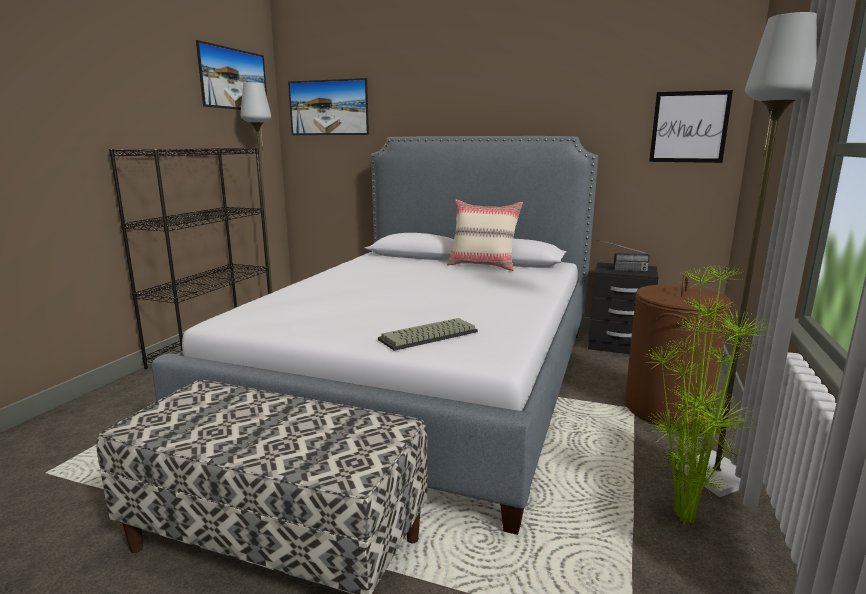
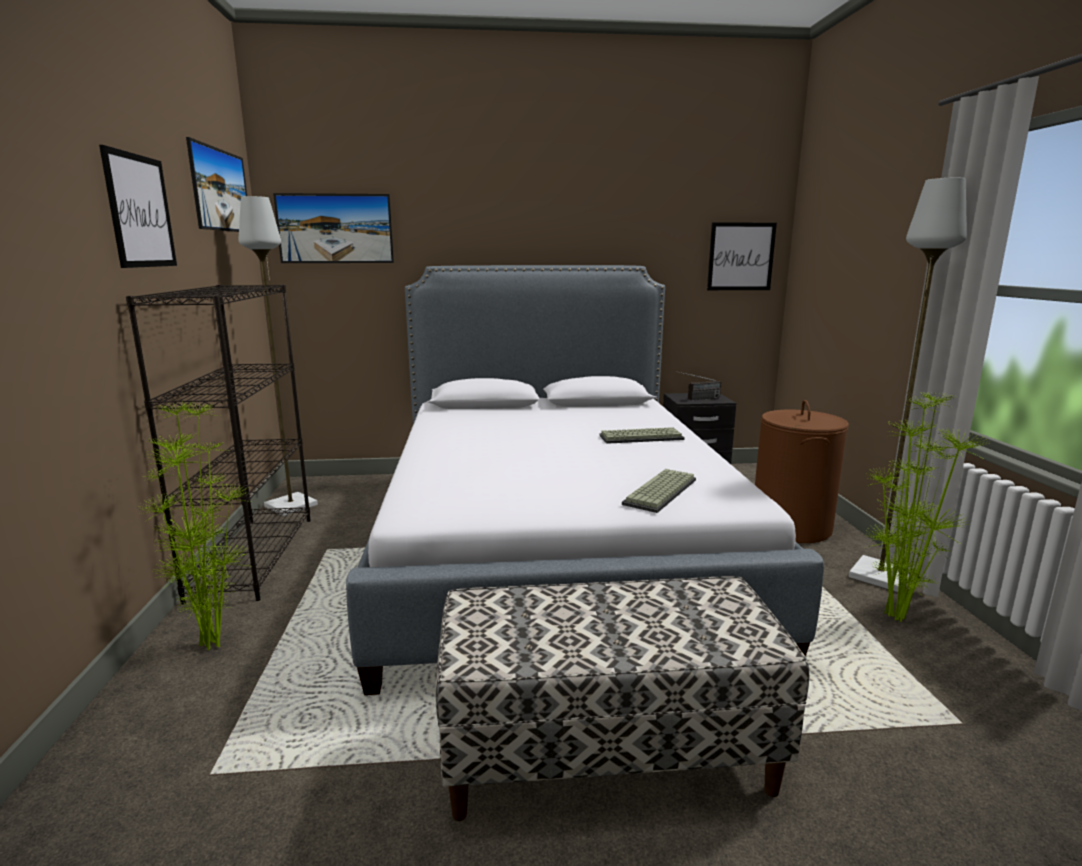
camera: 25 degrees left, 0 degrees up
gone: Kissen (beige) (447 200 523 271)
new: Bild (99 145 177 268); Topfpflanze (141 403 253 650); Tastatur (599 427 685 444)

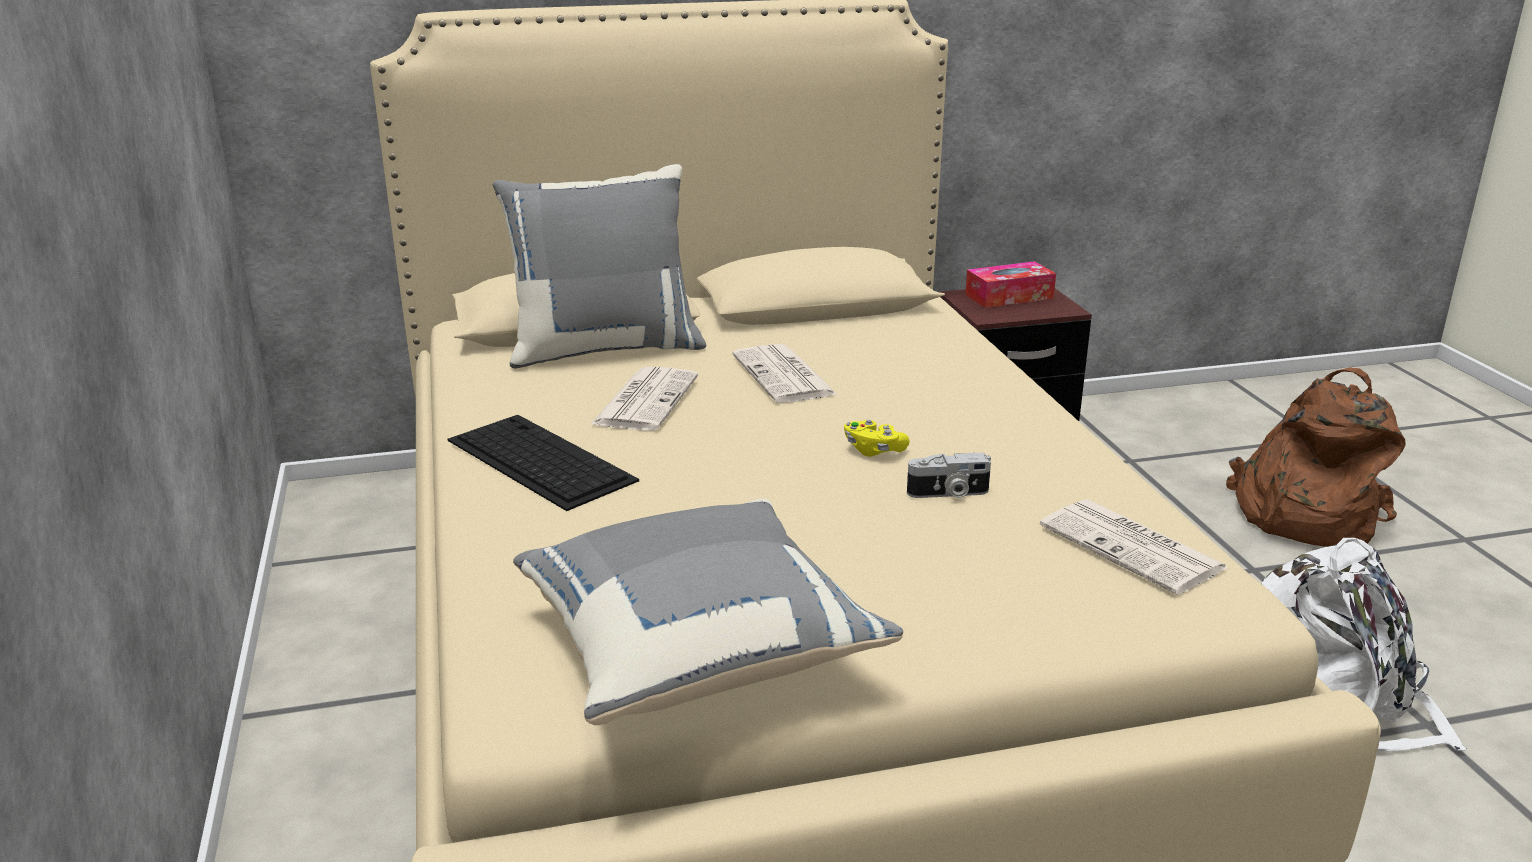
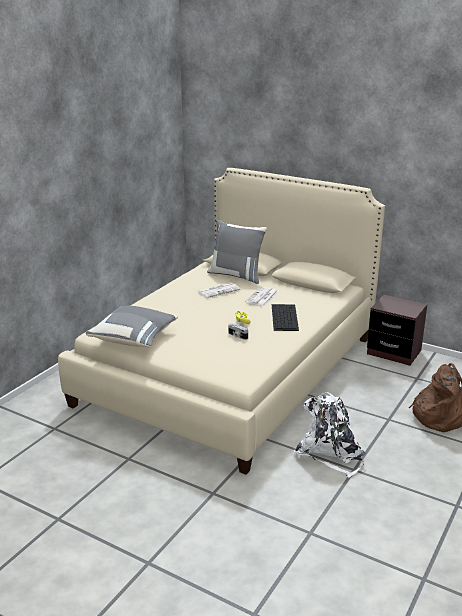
camera: 45 degrees right, 0 degrees up
gone: Taschentuchbox (965 261 1056 308); Zeitung (1040 499 1228 595)
shifted: Tastatur (448 415 639 511) to (272 304 299 331)

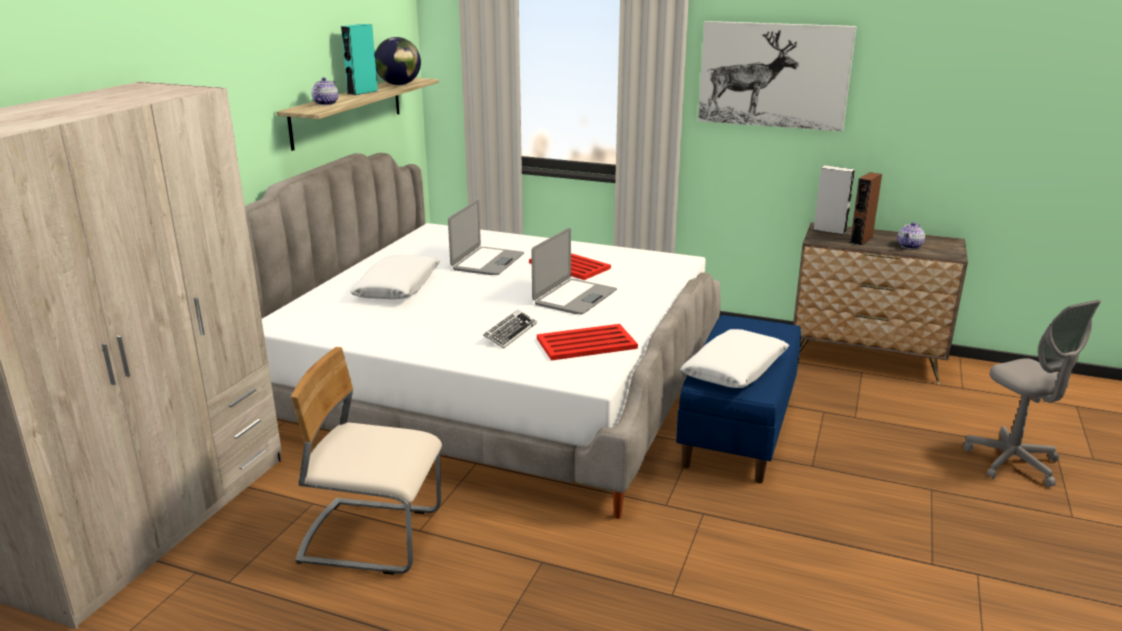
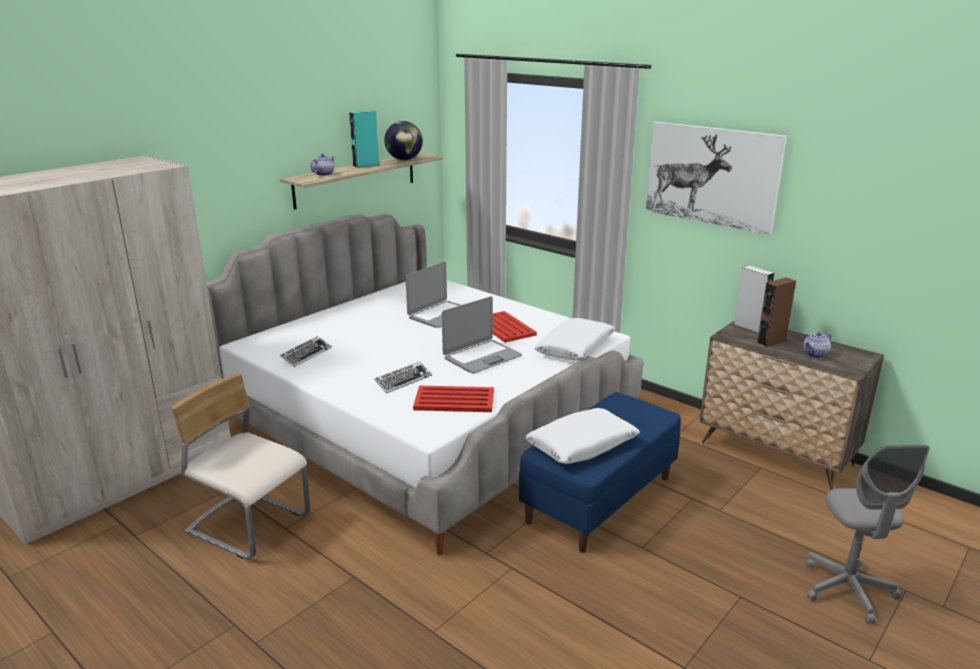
camera: 20 degrees right, 0 degrees up
new: Tastatur (280 336 332 367)
shifted: Kissen (weiß) (350 254 440 299) to (534 318 616 360)

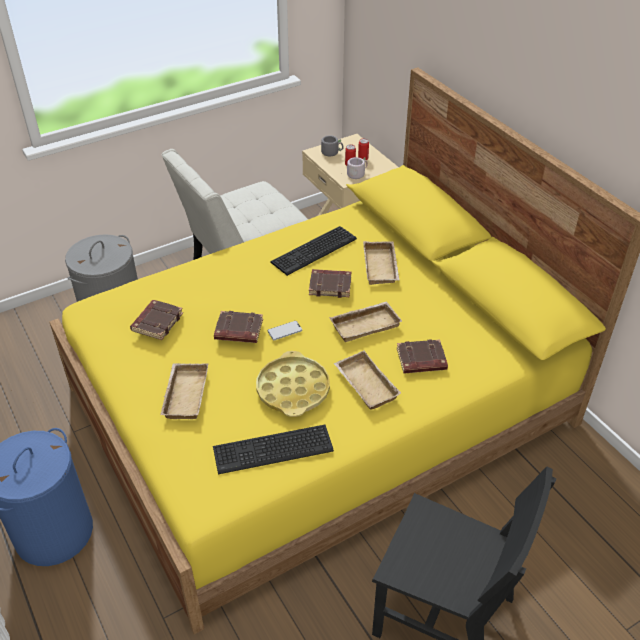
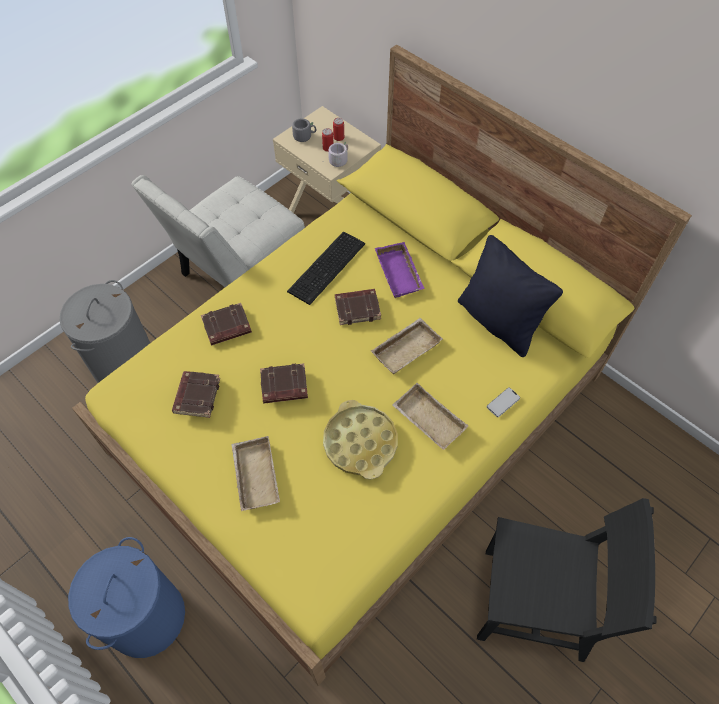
camera: 15 degrees left, 15 degrees up
gone: Tastatur (213 425 334 474)
new: Kissen (schwarz) (458 235 563 357)
shifted: Buch (braun) (397 339 448 374) to (201 303 252 345); Handy (268 321 302 340) to (487 387 520 417)
repainted: Tablett (beige) (363 241 399 285) to Tablett (lila) (375 242 425 298)

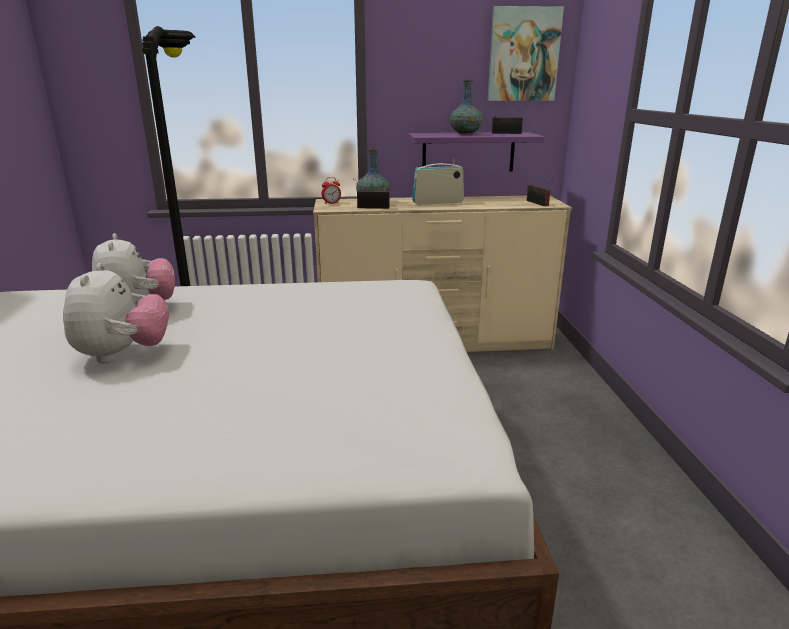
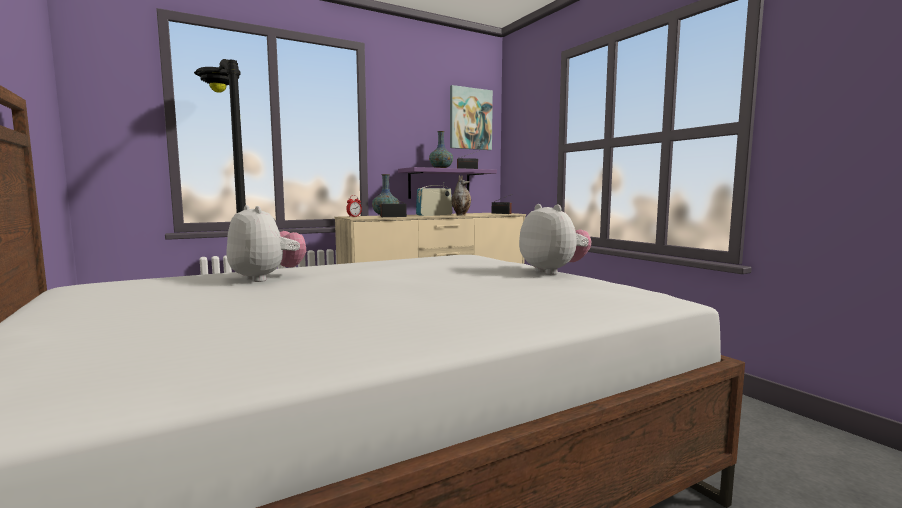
camera: 25 degrees left, 15 degrees down
new: Vase (451 175 471 216)
shifted: Plüschtier (63 263 169 363) to (519 204 591 275)

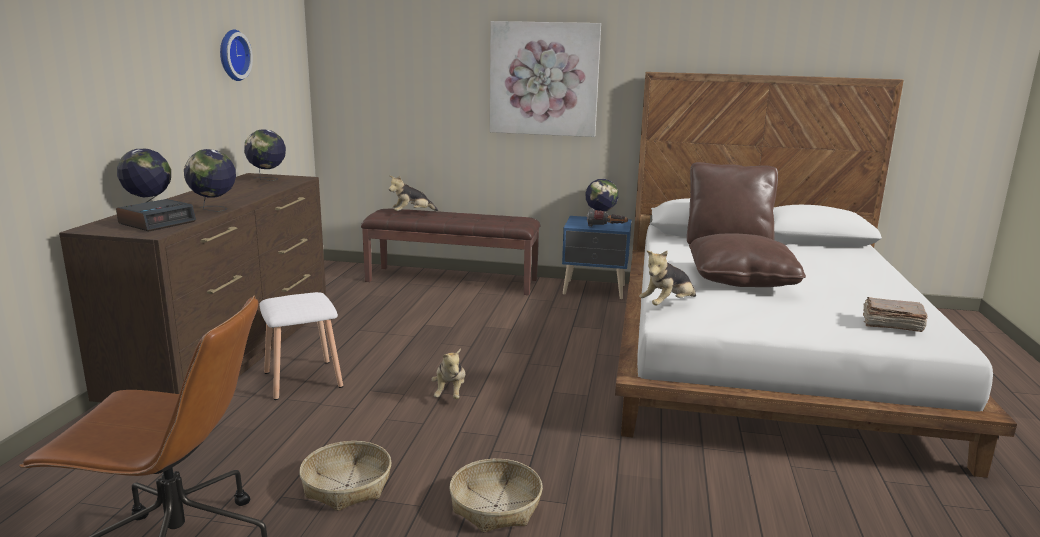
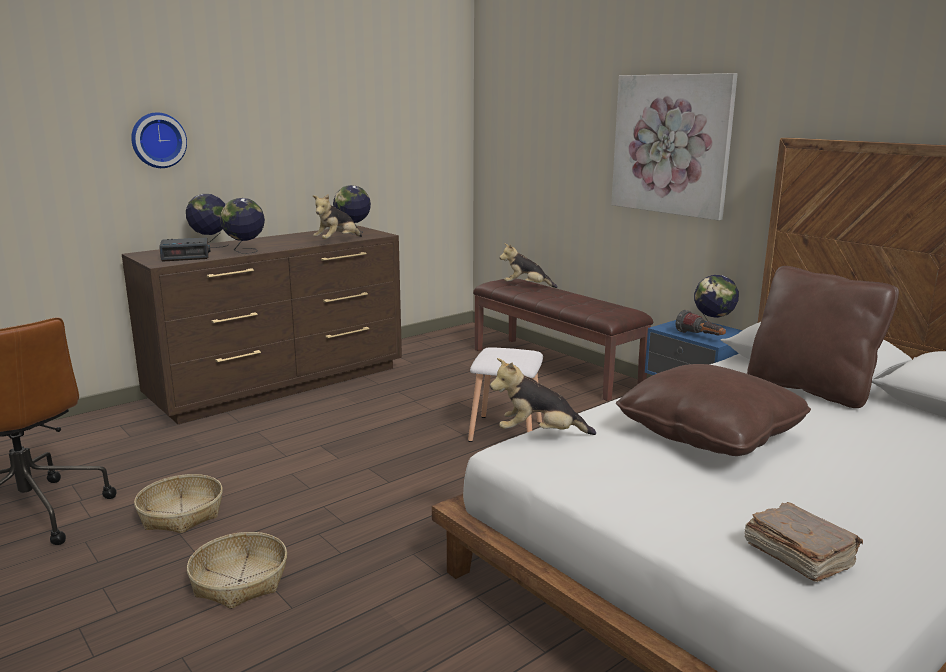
camera: 40 degrees right, 0 degrees up
shifted: Wanduhr (220 29 253 81) to (131 112 187 168); Plüschtier (432 348 465 399) to (313 194 362 239); Hocker (weiß) (259 292 343 400) to (468 347 543 442)

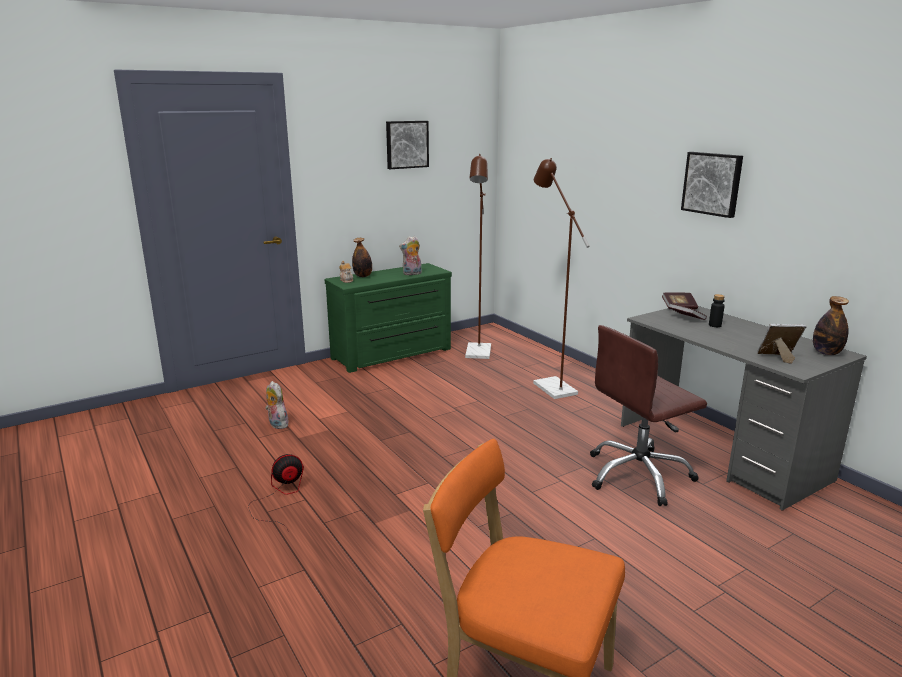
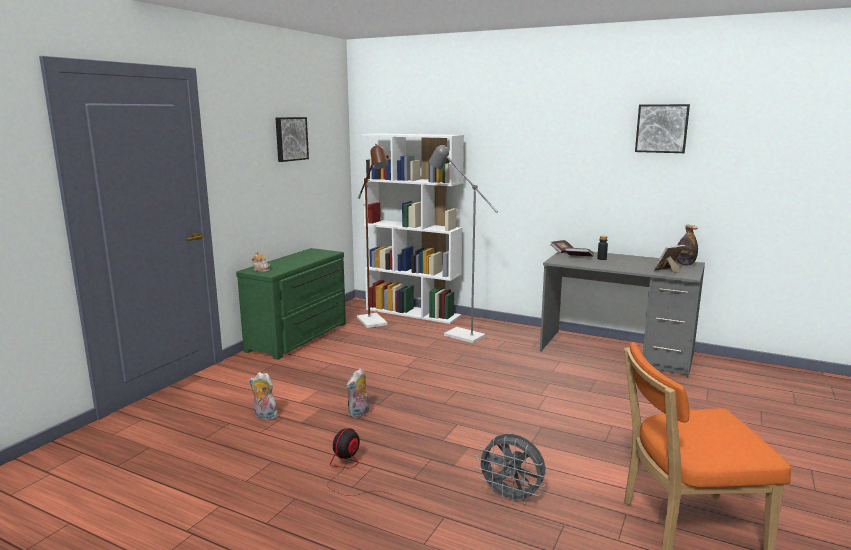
camera: 30 degrees left, 5 degrees down
gone: Flasche (352 238 372 277); Bürostuhl (braun) (590 325 707 506)
new: Bücherregal (weiß) (361 133 464 324); Ventilator (grau) (476 434 546 504)
shifted: Plüschtier (399 236 422 275) to (346 368 369 418); Bild (681 152 743 218) to (635 104 690 153)
repainted: Stehlampe (braun) (533 158 590 399) to Stehlampe (grau) (429 144 498 343)

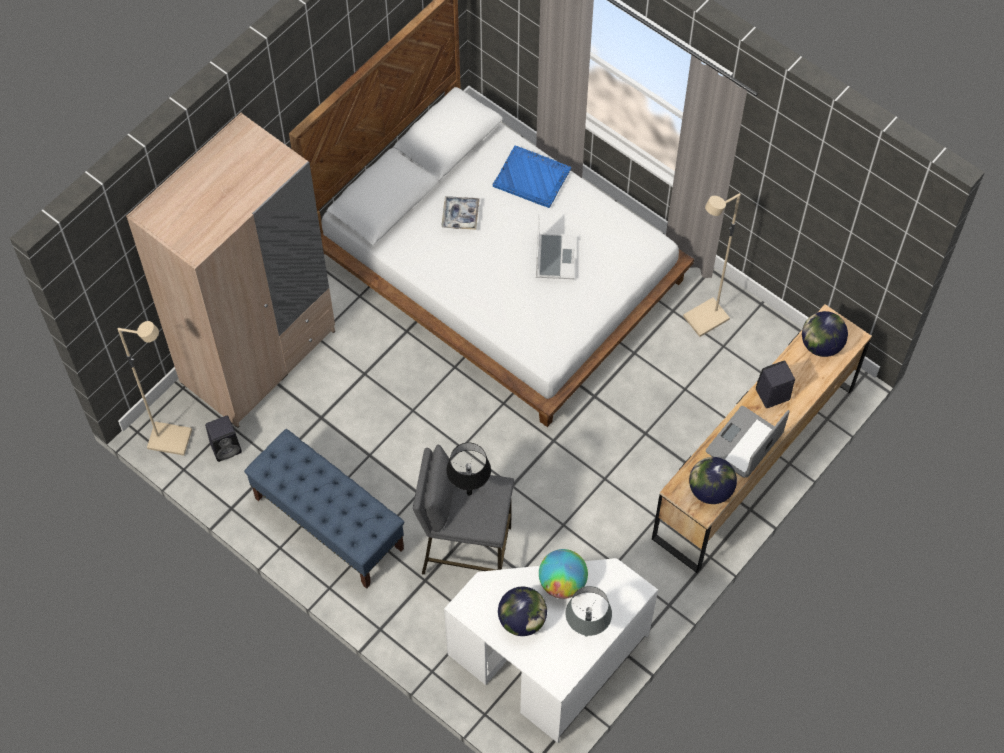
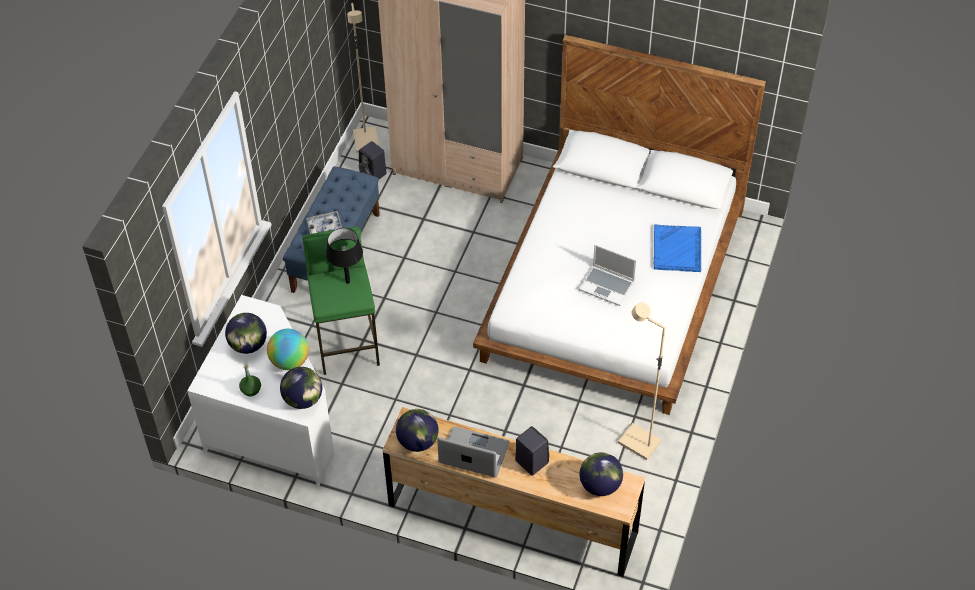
camera: 70 degrees right, 10 degrees down
new: Globus (280 367 322 409)
shifted: Tablett (441 196 480 230) to (306 211 342 234)
swapped: Tischlampe (grau) (566 586 612 637) to Flasche (grün) (239 364 261 396)
repainted: Hocker (grau) (413 445 514 575) to Hocker (grün) (303 226 380 375)
rotated: Laptop (536 213 576 279) = (579 245 636 306) 45 degrees clockwise

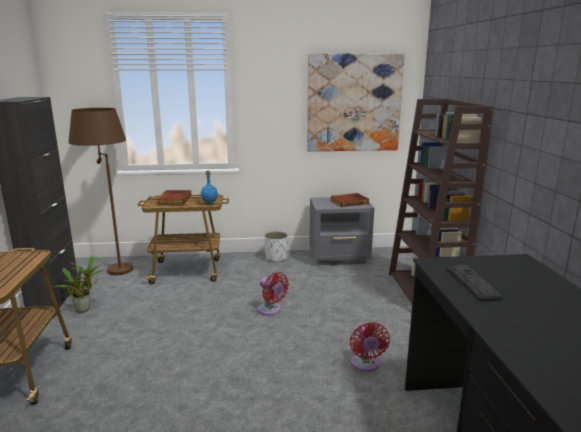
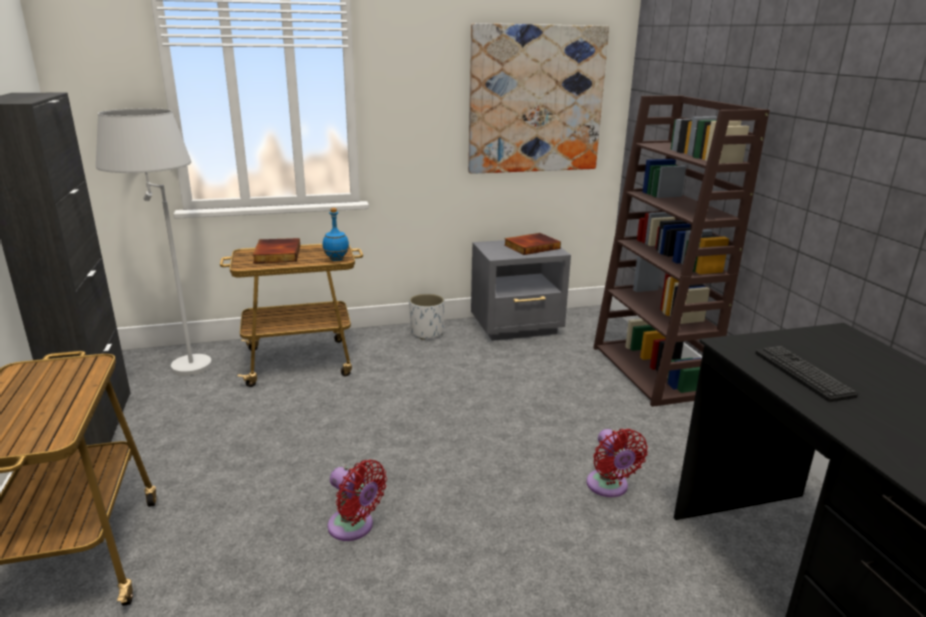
camera: 10 degrees left, 5 degrees up
gone: Topfpflanze (53 256 104 313)
shifted: Ventilator (rot) (257 272 289 315) to (327 460 387 541)
repainted: Stehlampe (braun) (69 108 133 275) to Stehlampe (weiß) (96 108 212 376)

